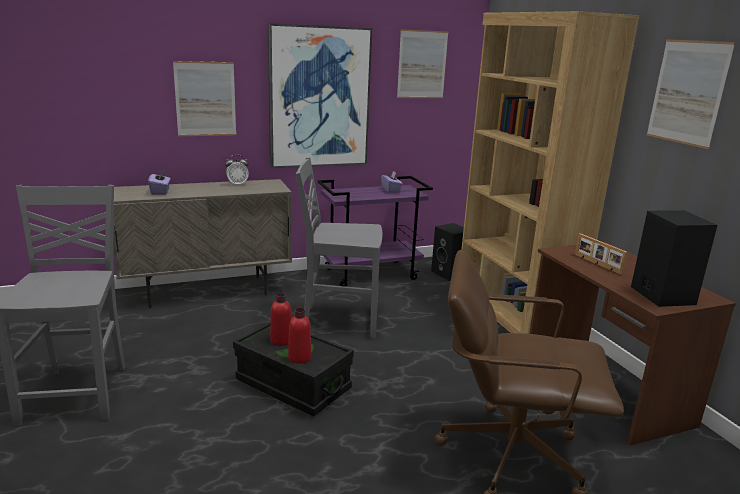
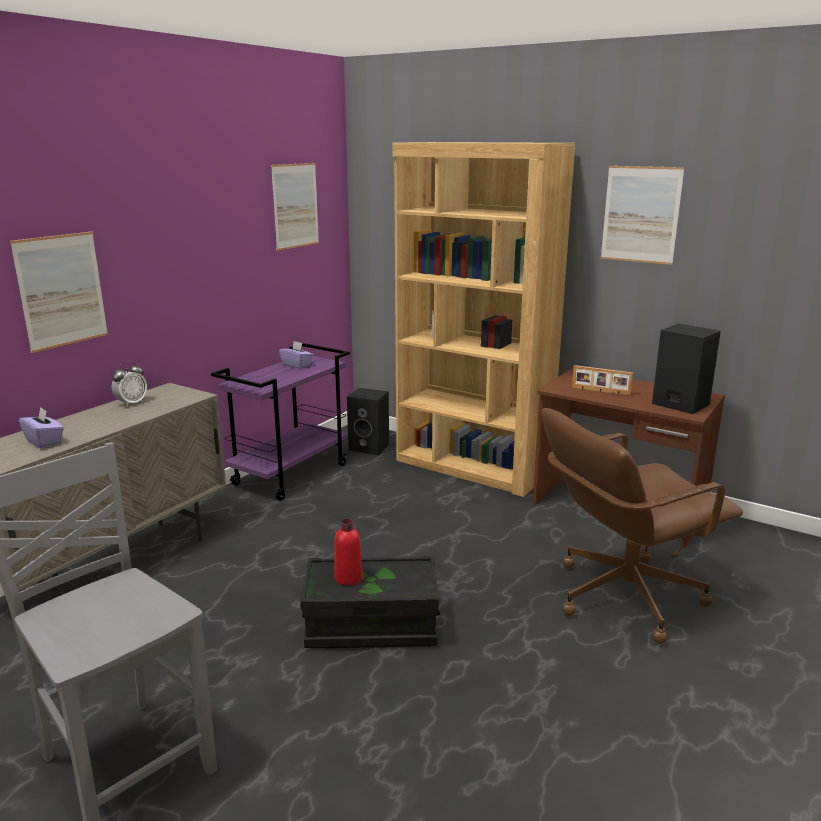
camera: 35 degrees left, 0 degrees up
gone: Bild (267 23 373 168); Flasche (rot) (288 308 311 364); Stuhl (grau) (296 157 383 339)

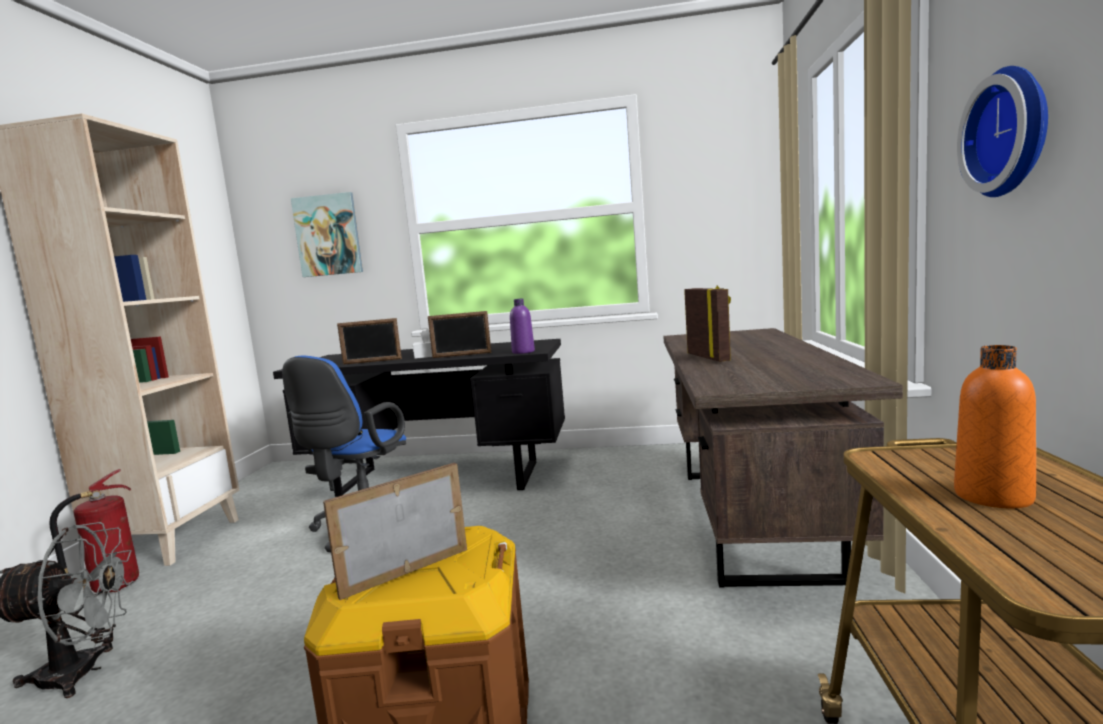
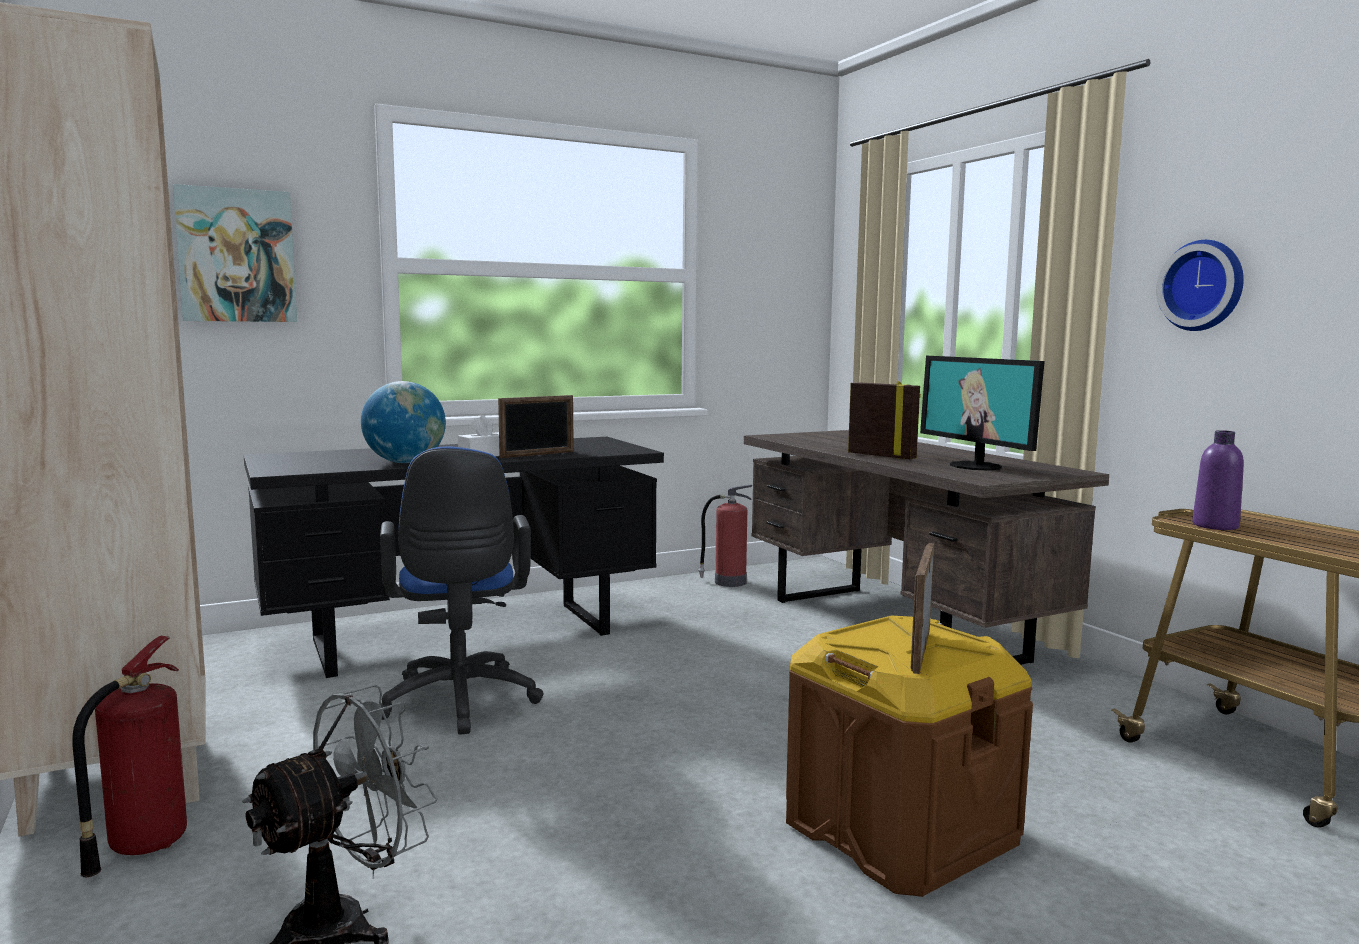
camera: 35 degrees left, 0 degrees up
gone: Flasche (orange) (954 345 1036 508)
new: Feuerlöscher (698 485 752 587); Monitor (920 356 1045 471)
shifted: Flasche (lila) (510 299 535 354) to (1192 430 1244 530)
swapped: Bilderrahmen (337 318 402 365) to Globus (361 381 446 463)

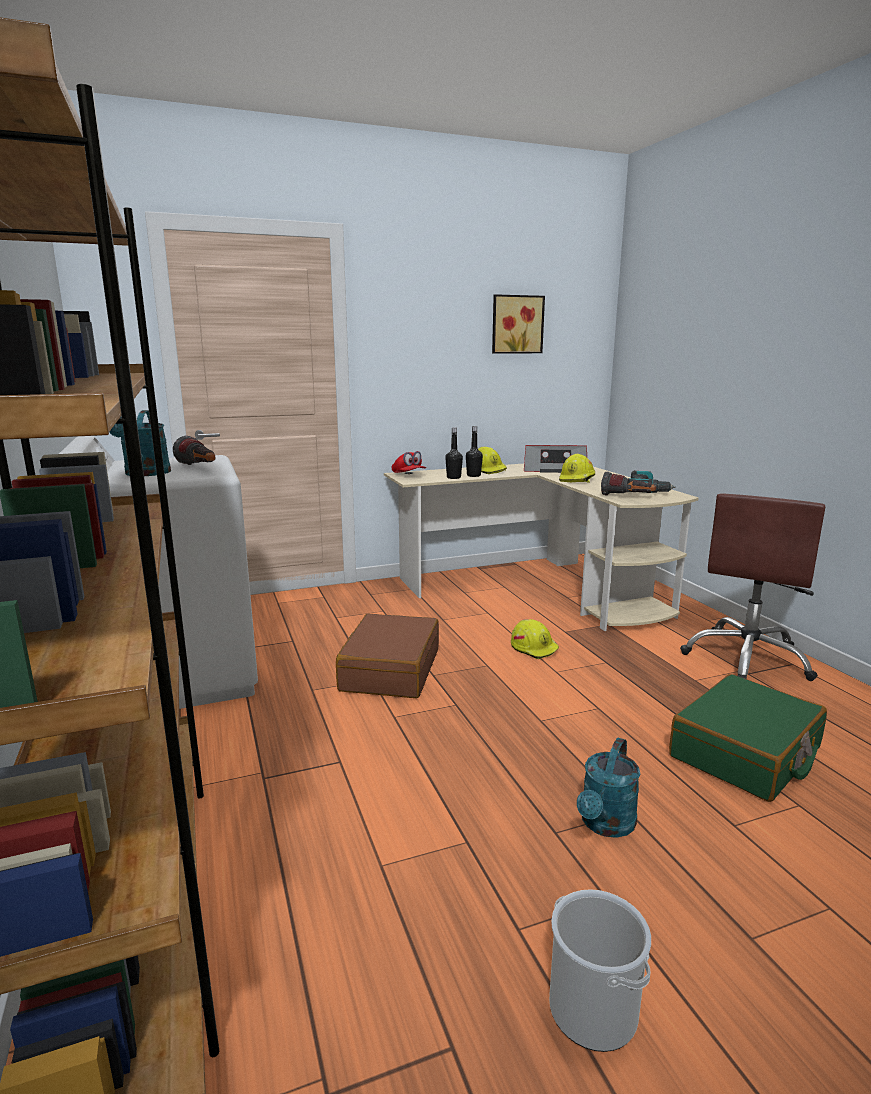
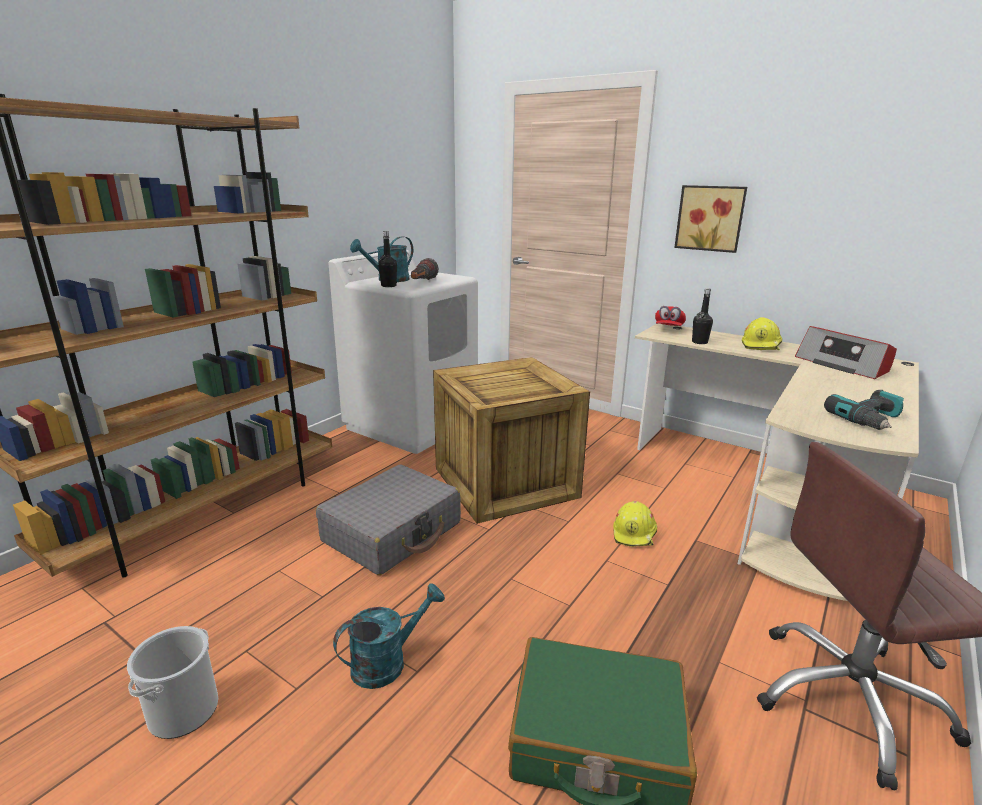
camera: 55 degrees right, 5 degrees up
gone: Schutzhelm (gelb) (559 454 595 483); Taschenlampe (601 471 656 496)
new: Koffer (grau) (316 465 461 575)
shifted: Flasche (schwarz) (466 426 483 477) to (378 231 397 287); Bild (492 294 545 354) to (674 185 747 253)
swapped: Koffer (braun) (336 614 439 698) to Kiste (433 357 590 524)
rotated: Gießkanne (türkis) (577 738 640 838) = (333 583 445 689) 150 degrees clockwise

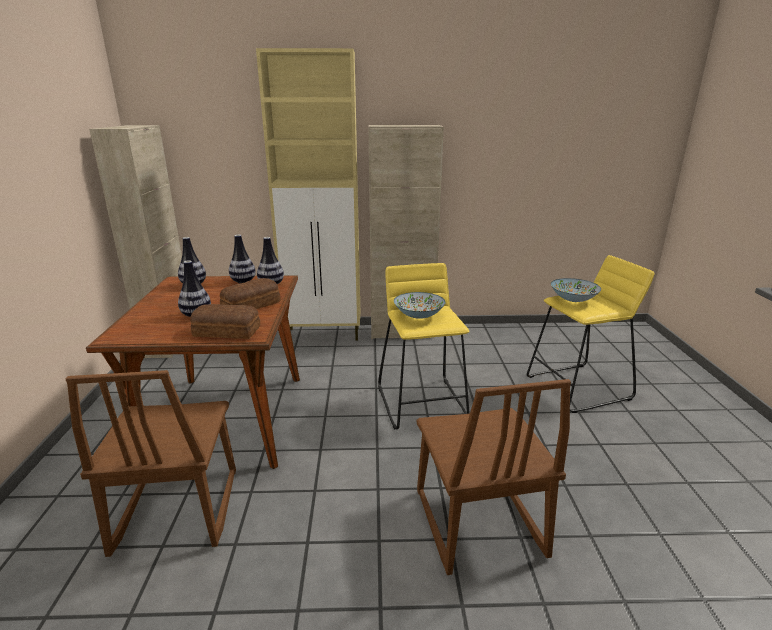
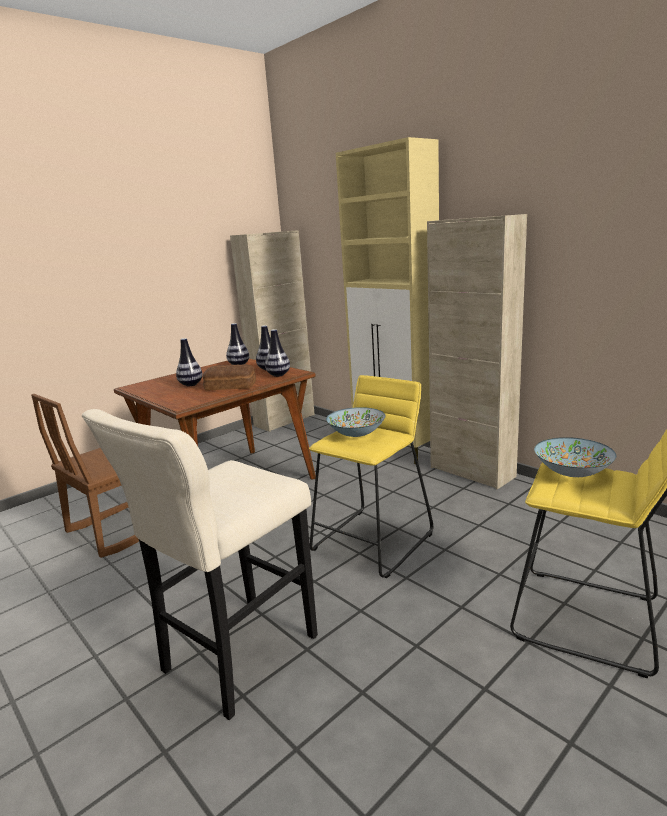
camera: 50 degrees right, 5 degrees down
gone: Brot (190 304 260 339)
swapped: Stuhl (braun) (417 379 571 575) to Hocker (beige) (82 409 318 720)

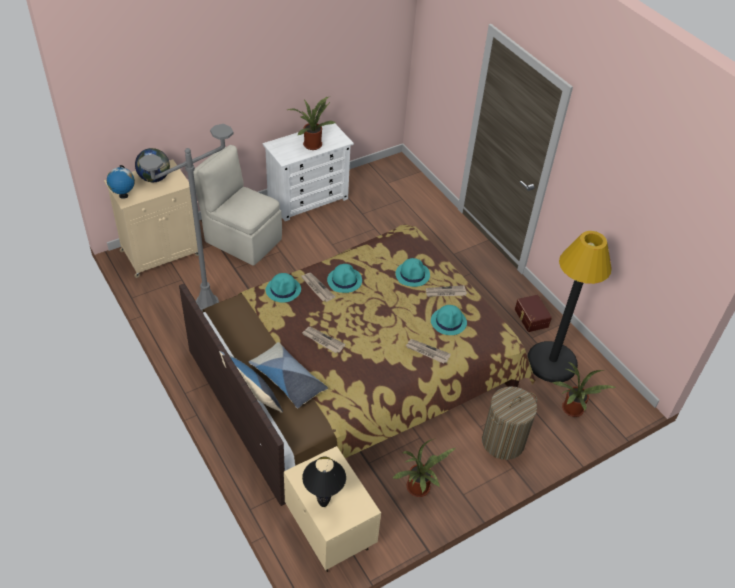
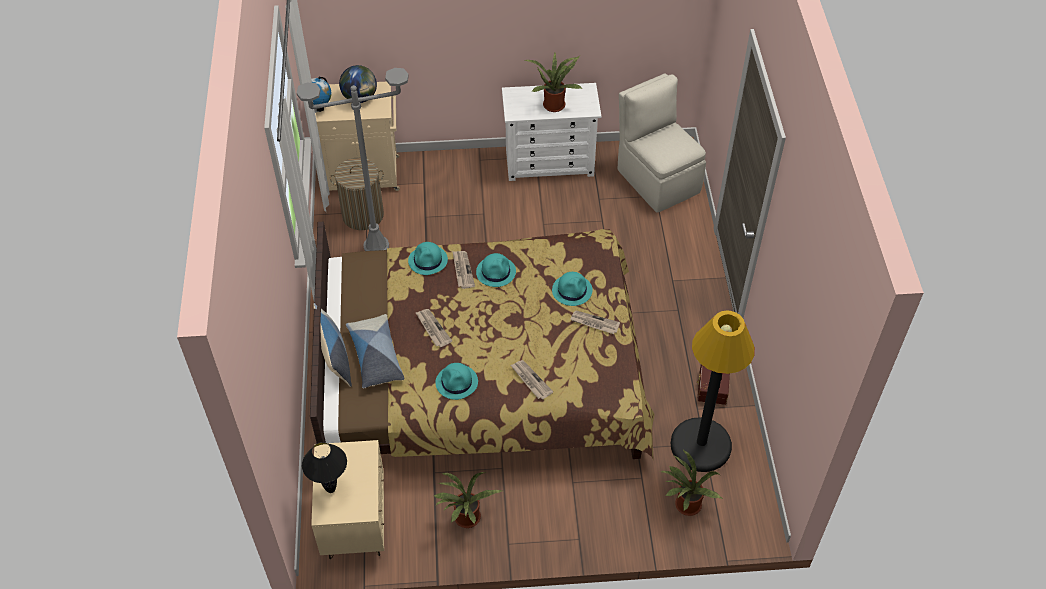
camera: 30 degrees right, 5 degrees up
shifted: Wäschekorb (482 386 537 460) to (330 158 384 230); Hut (türkis) (431 305 467 335) to (435 363 478 400); Stuhl (beige) (193 145 282 266) to (618 73 706 213)

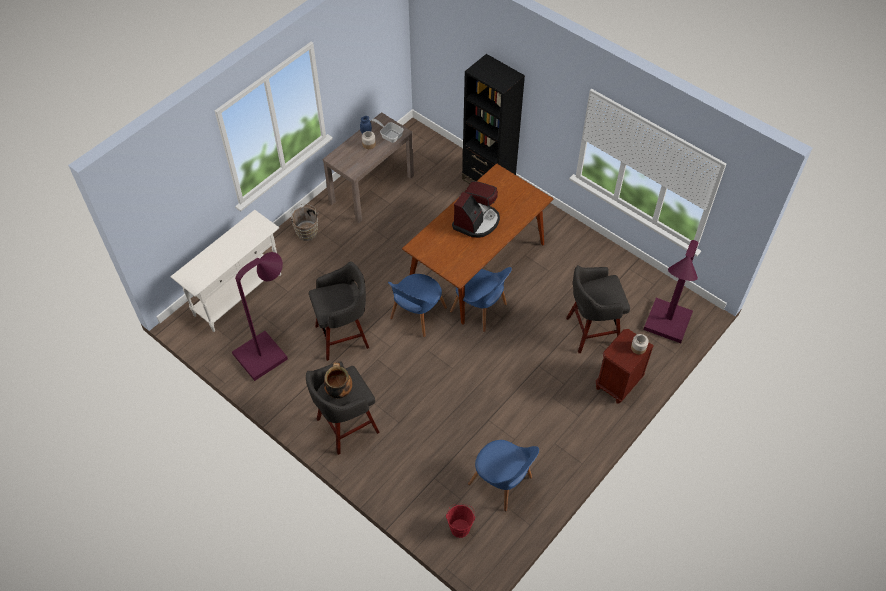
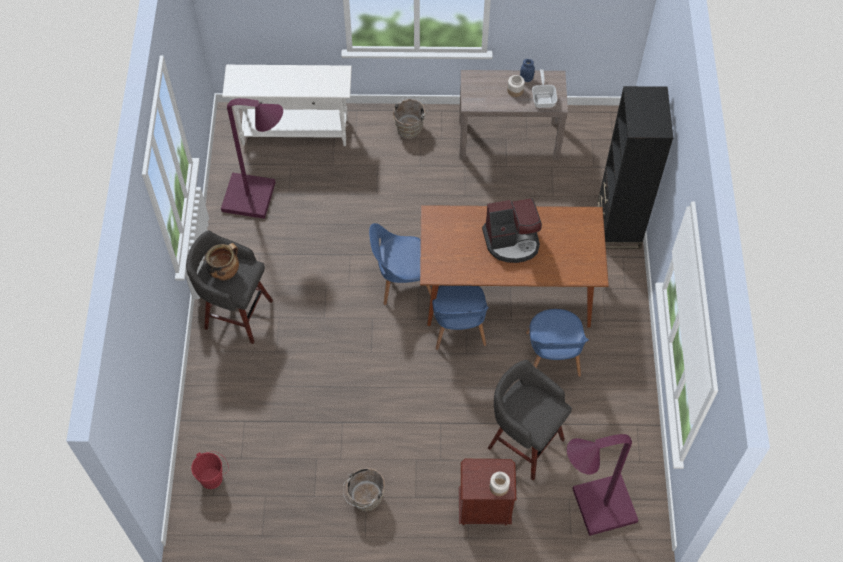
camera: 50 degrees right, 5 degrees up
gone: Hocker (grau) (309 261 369 361)
new: Eimer (braun) (343 468 385 512)
shifted: Stuhl (blau) (468 440 539 512) to (526 309 589 377)

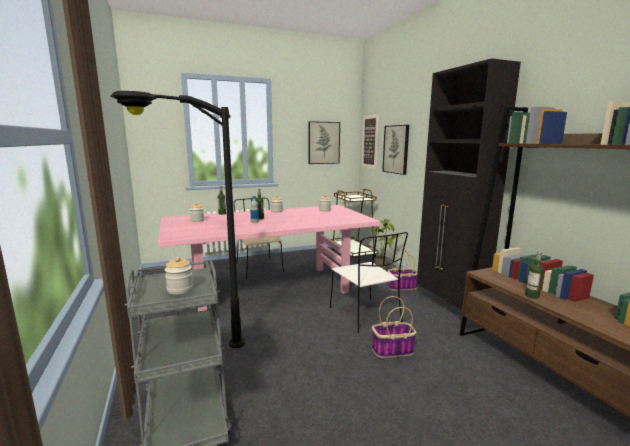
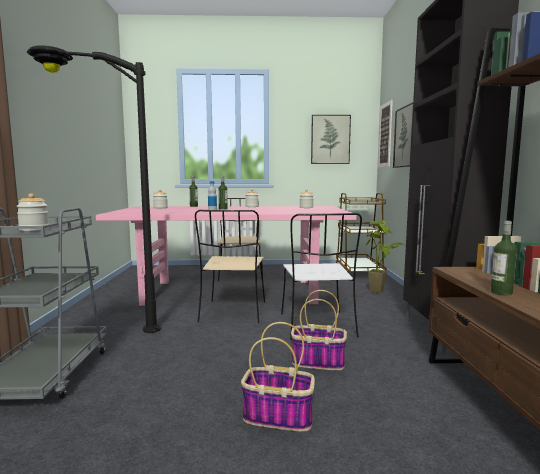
camera: 20 degrees right, 5 degrees down
new: Stuhl (beige) (195 210 265 323)
shifted: Korb (387 249 418 291) to (241 322 315 432)

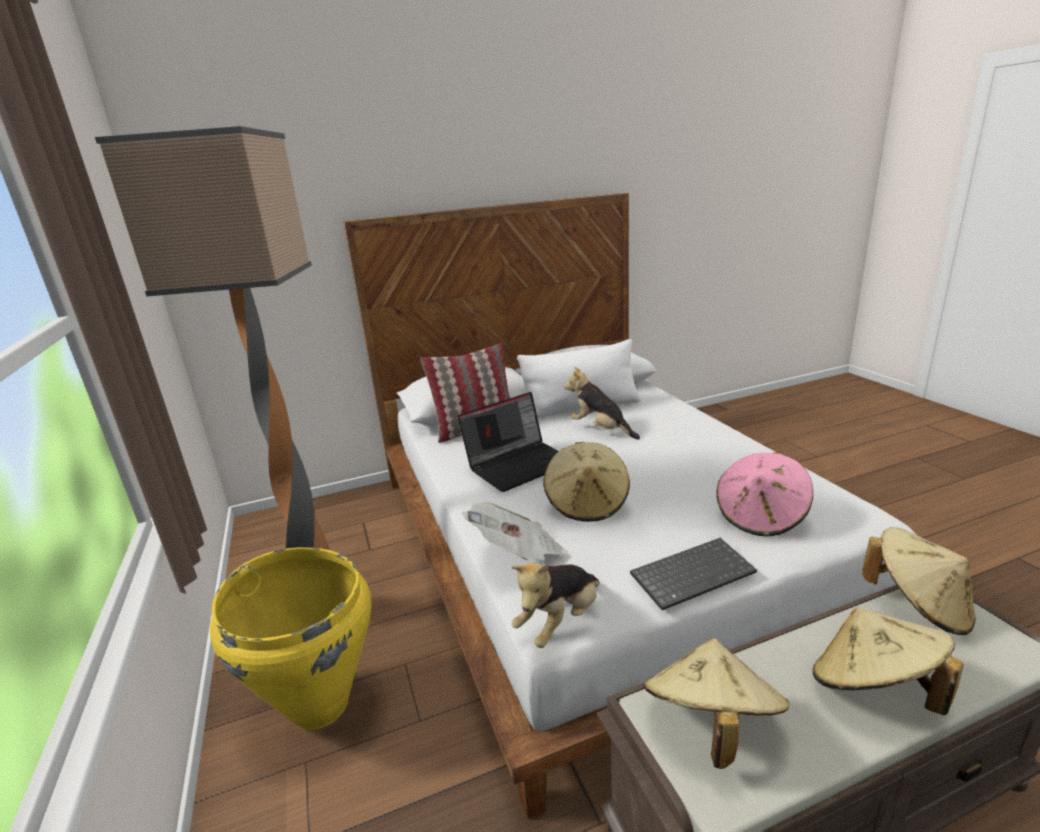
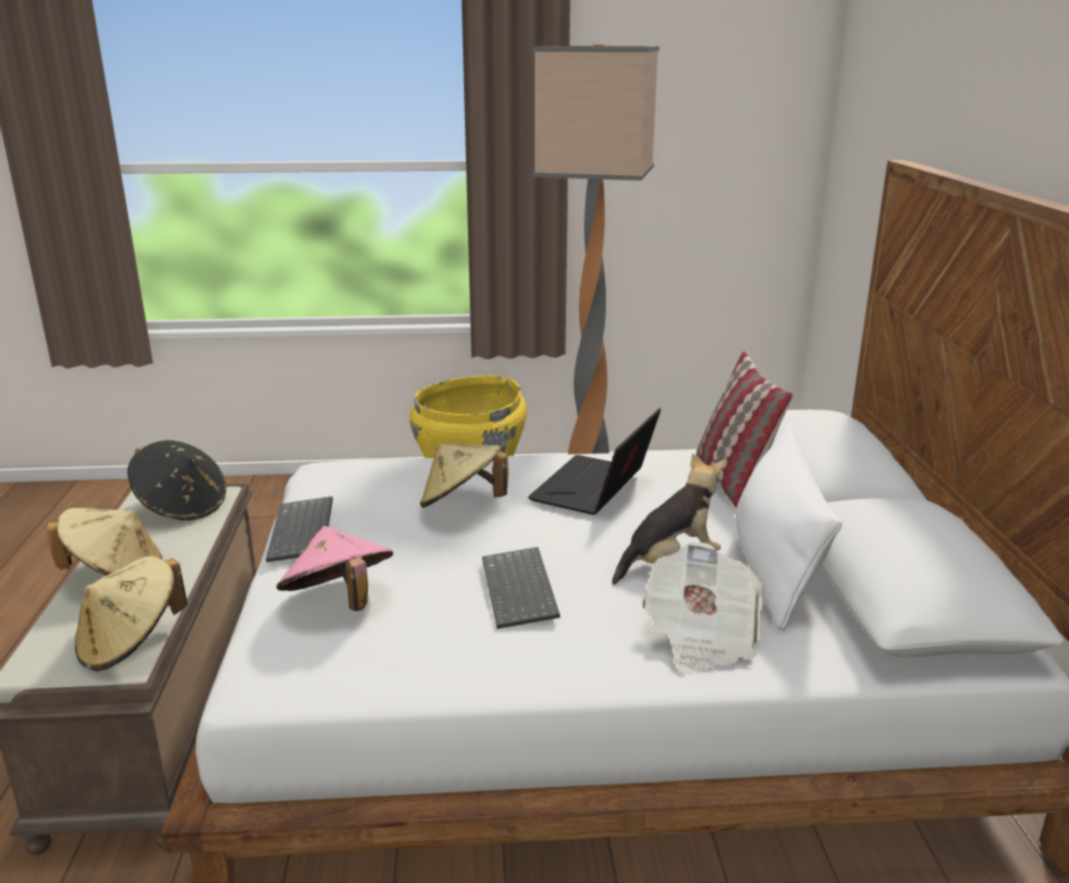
camera: 105 degrees right, 0 degrees up
gone: Plüschtier (511 563 600 648)
new: Tastatur (482 547 560 629)
shifted: Zeitung (462 502 568 560) to (642 542 764 674)
repainted: Hut (beige) (644 638 790 769) to Hut (schwarz) (127 440 226 521)
rotated: Laptop (458 392 559 492) = (528 408 661 515) 45 degrees clockwise

